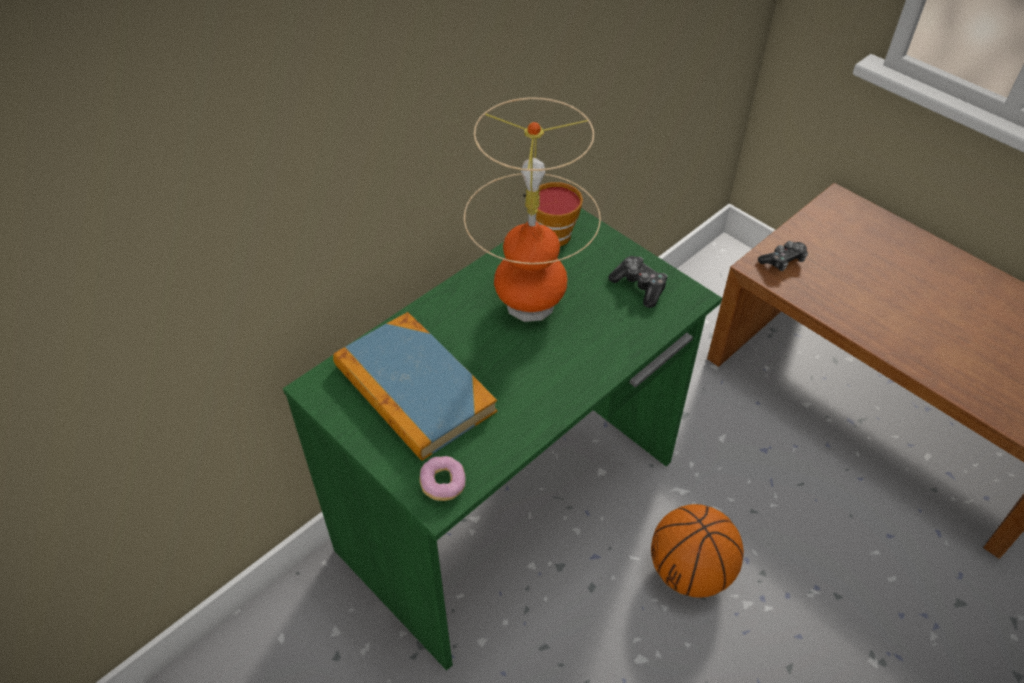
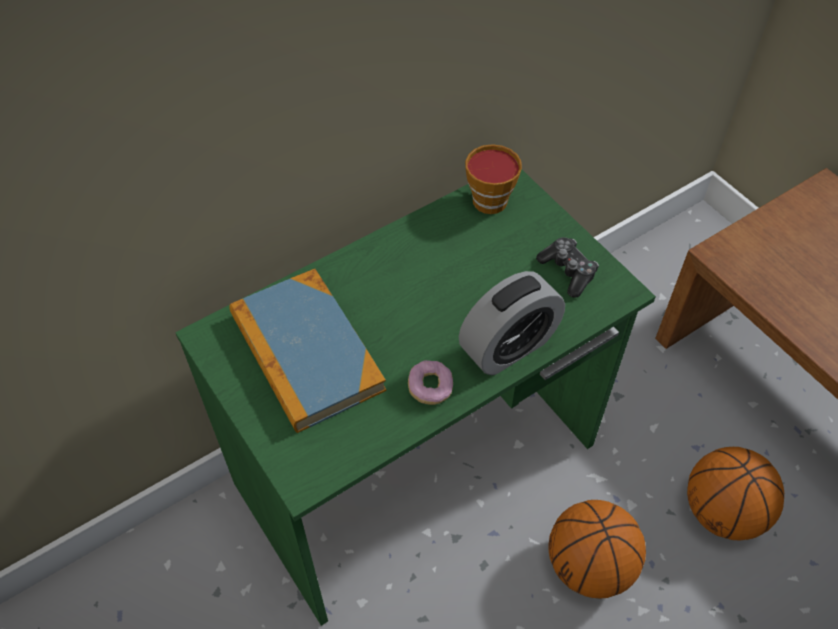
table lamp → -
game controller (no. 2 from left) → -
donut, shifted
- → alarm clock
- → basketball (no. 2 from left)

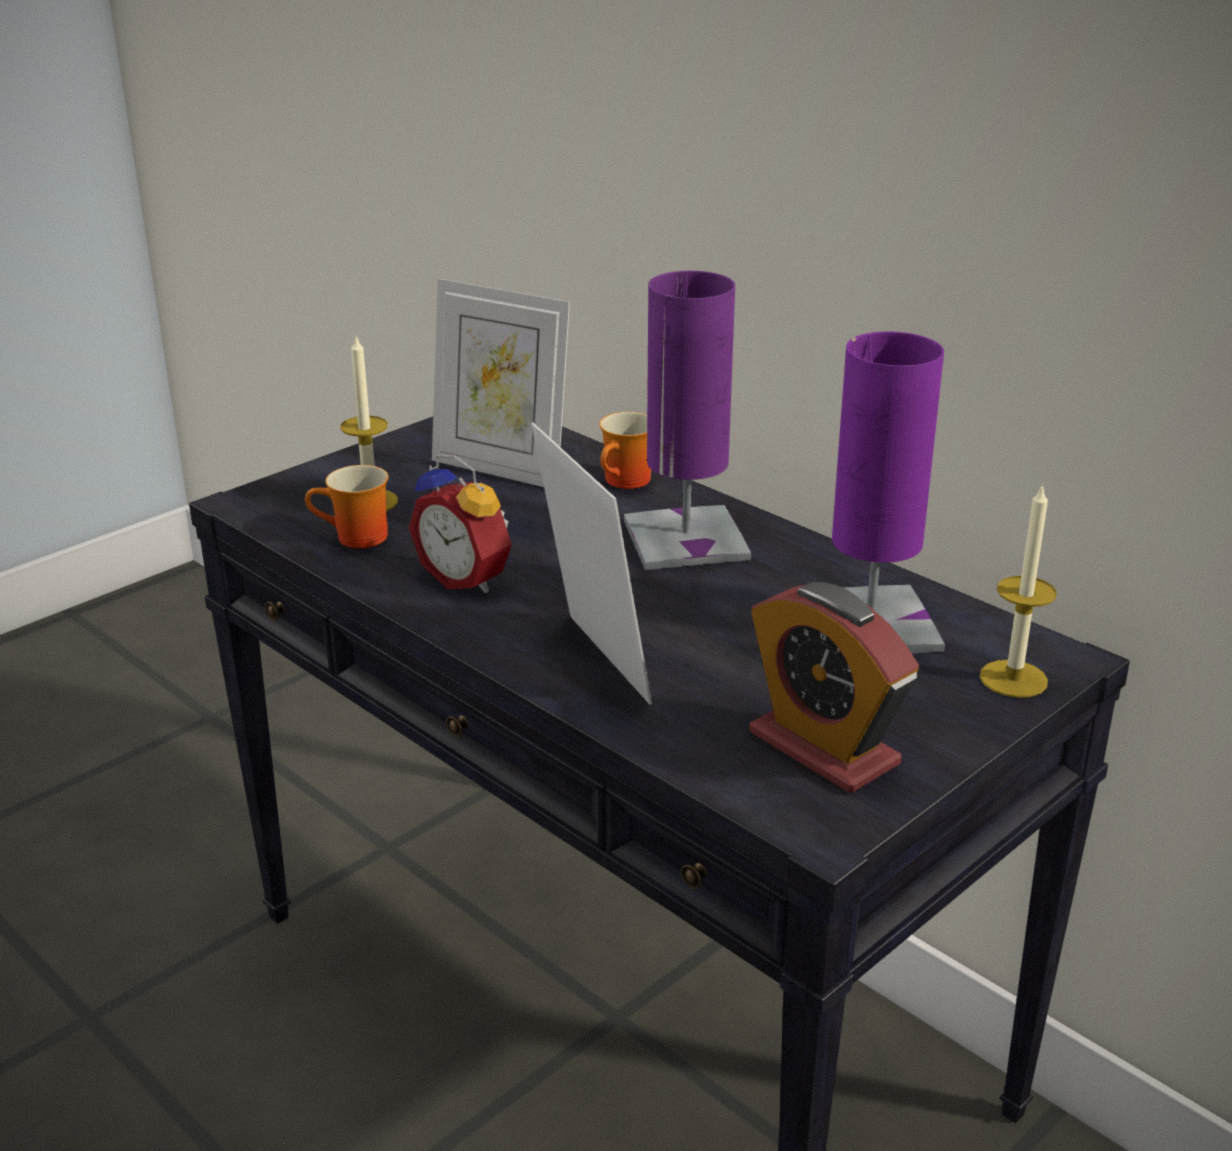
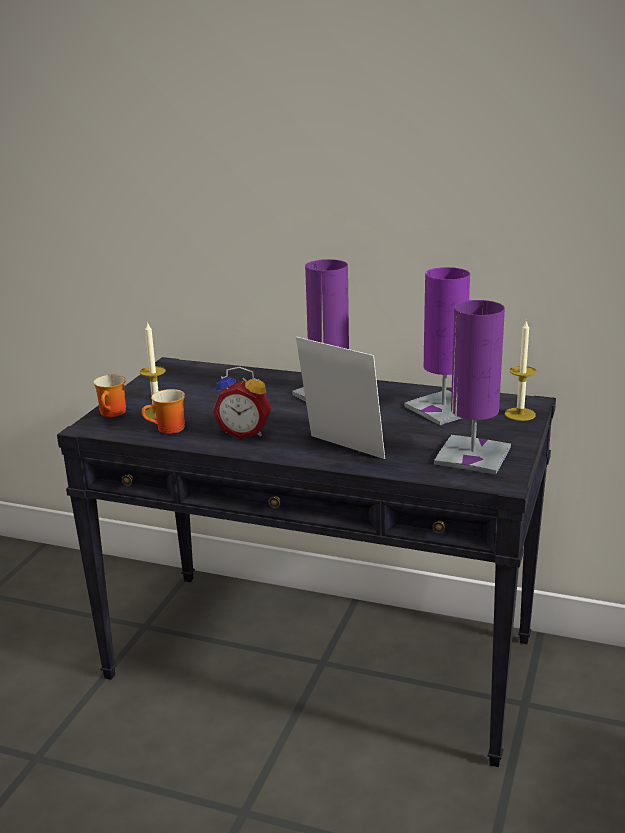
picture frame (no. 1 from left) → -
mug (no. 2 from left in the first image) → mug (no. 1 from left), shifted
alarm clock (no. 2 from left) → table lamp (purple) (no. 3 from left)

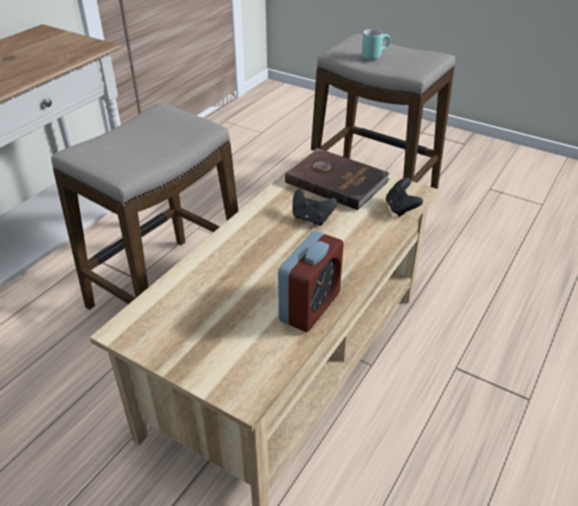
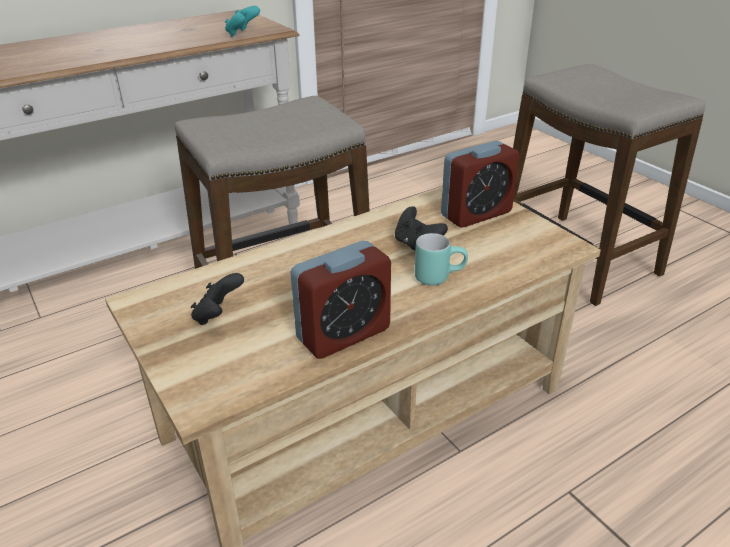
mug (turquoise), shifted
book (brown) → alarm clock (no. 2 from left)
game controller (black) (no. 2 from left in the first image) → game controller (black) (no. 1 from left), shifted
- → game controller (turquoise)

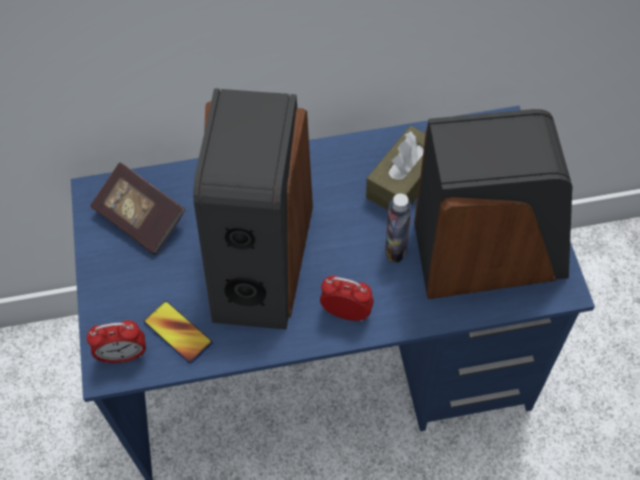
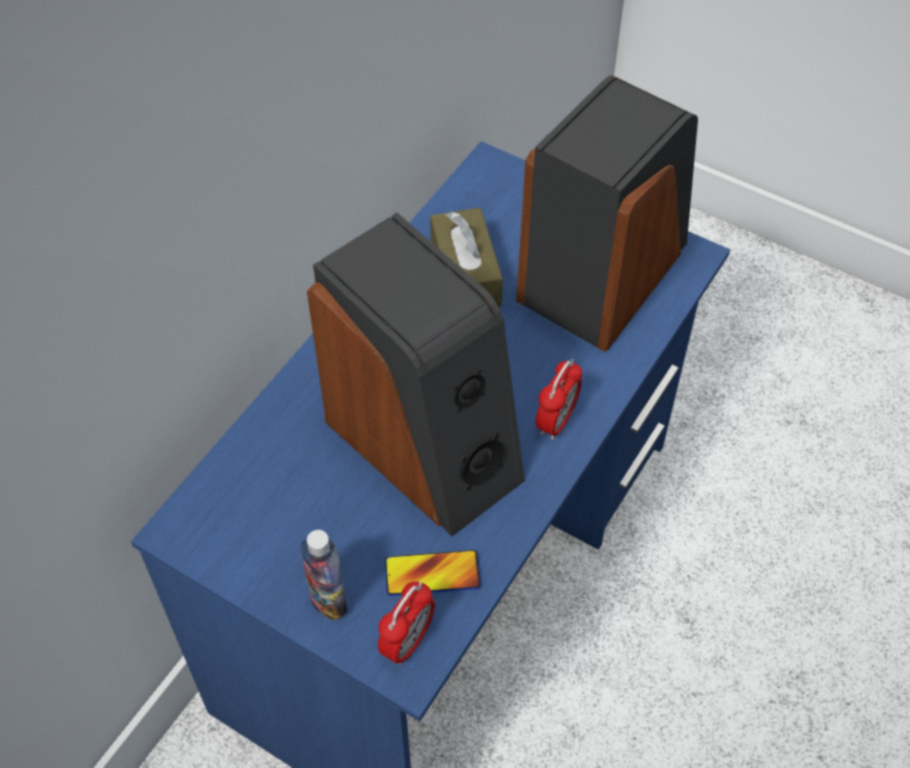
book → -
bottle, shifted
alarm clock (no. 2 from left), 150 degrees clockwise

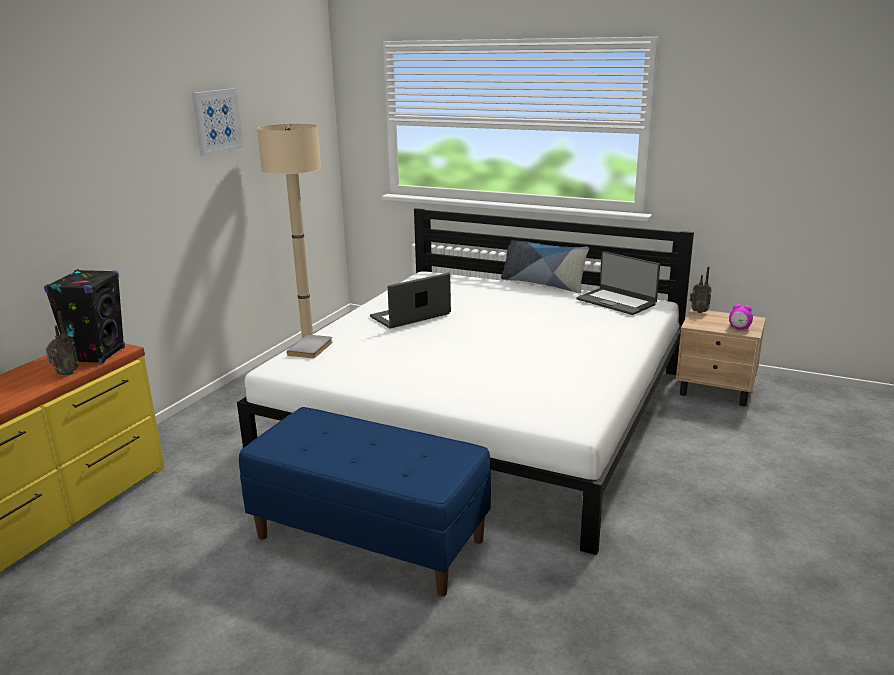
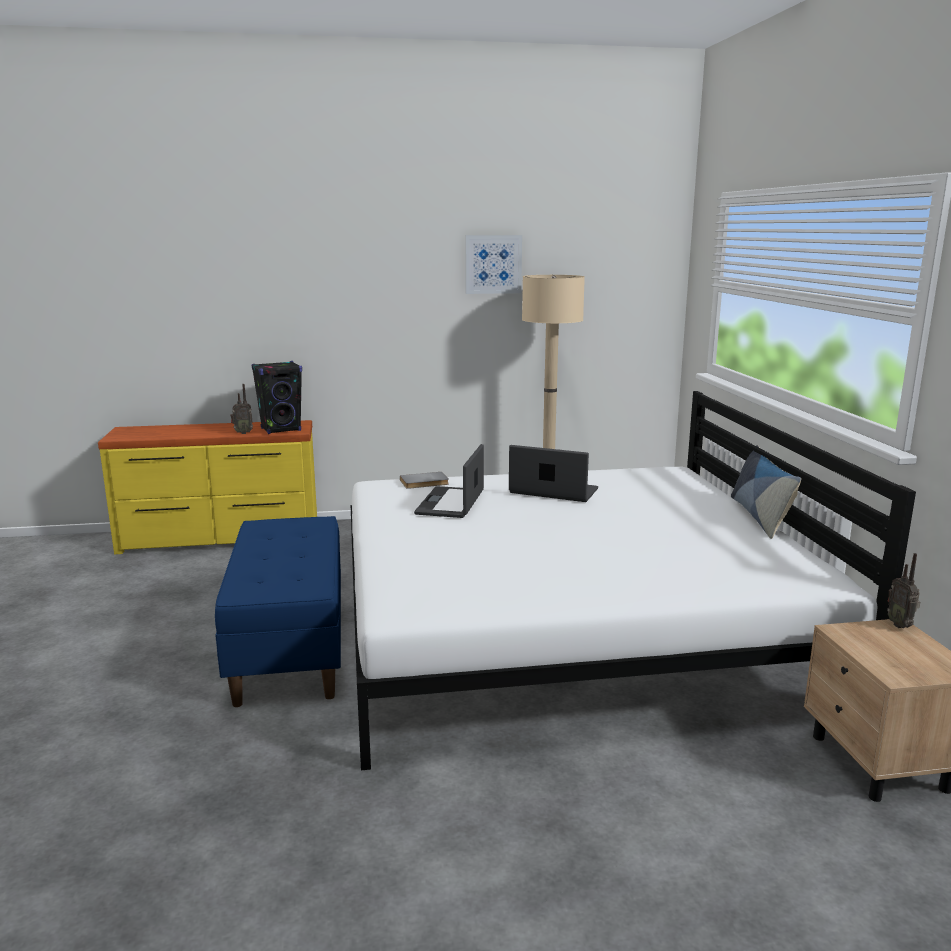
laptop (no. 2 from left in the first image) → laptop (no. 1 from left), shifted
alarm clock → -

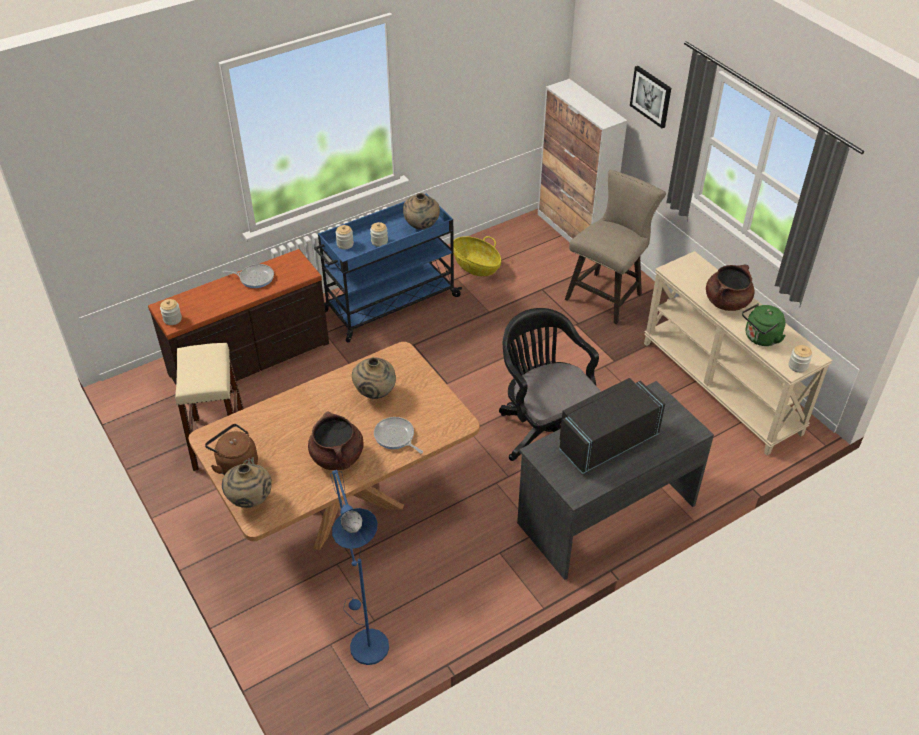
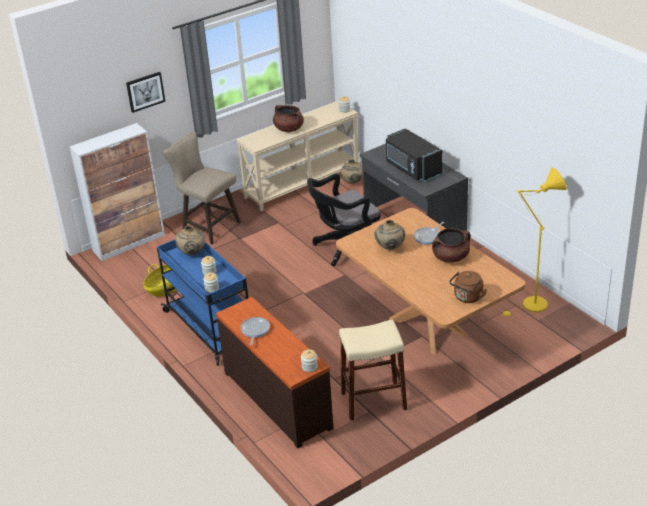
kettle (green) → -
vase (beige) (no. 1 from left in the first image) → vase (beige) (no. 2 from left), shifted
floor lamp (blue) → floor lamp (yellow)

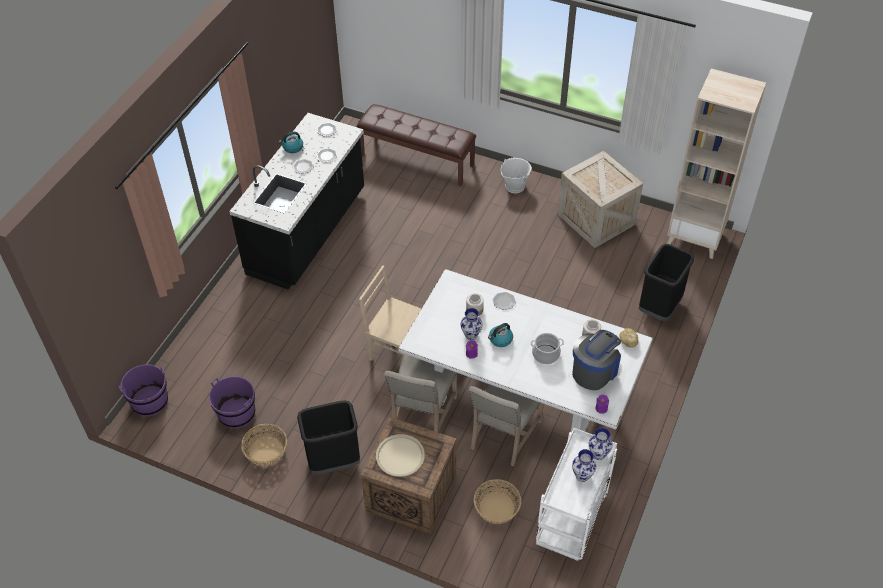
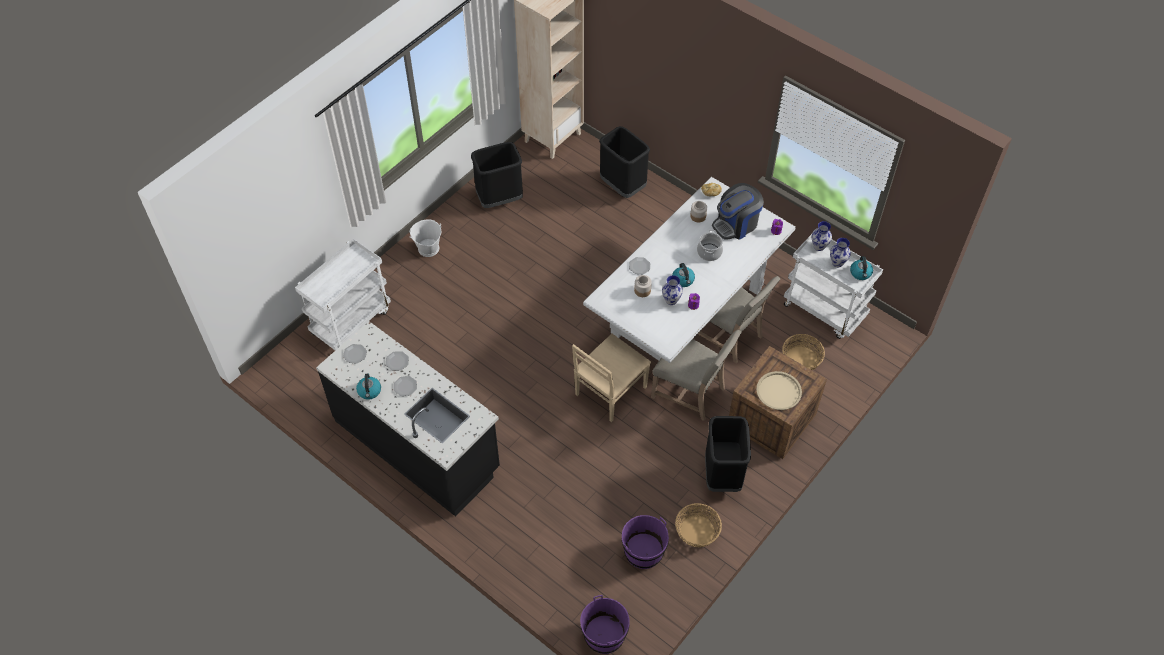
bench (brown) → cart (white) (no. 1 from left)
crate (no. 2 from left) → trash can (black) (no. 1 from left)
coffee machine, 90 degrees counterclockwise
- → kettle (no. 3 from left)

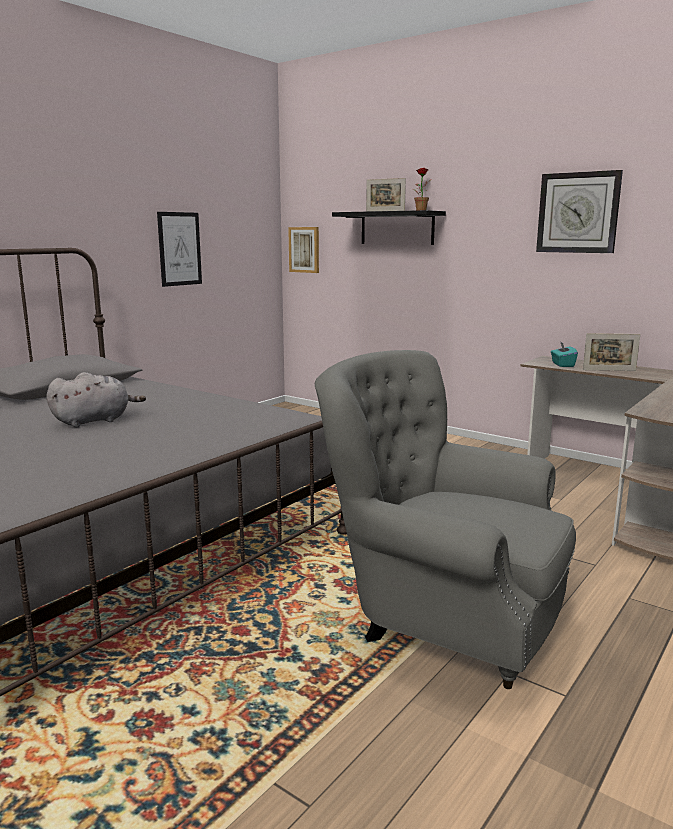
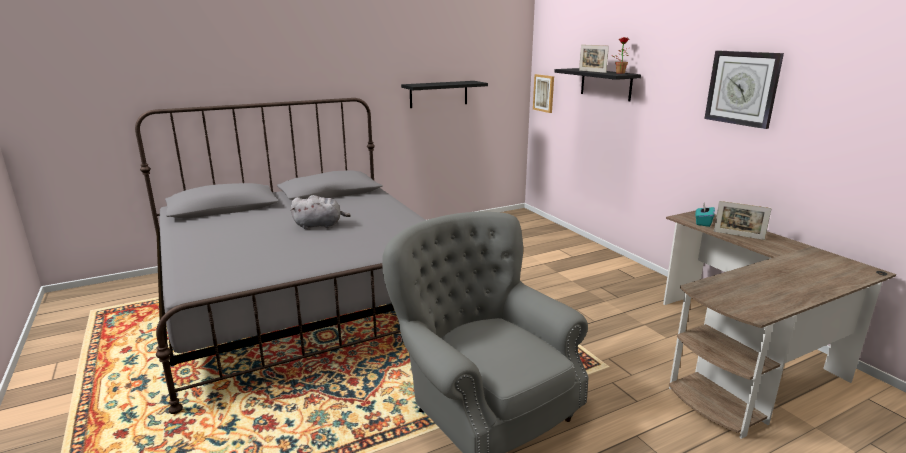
picture (no. 1 from left) → shelf (black) (no. 1 from left)

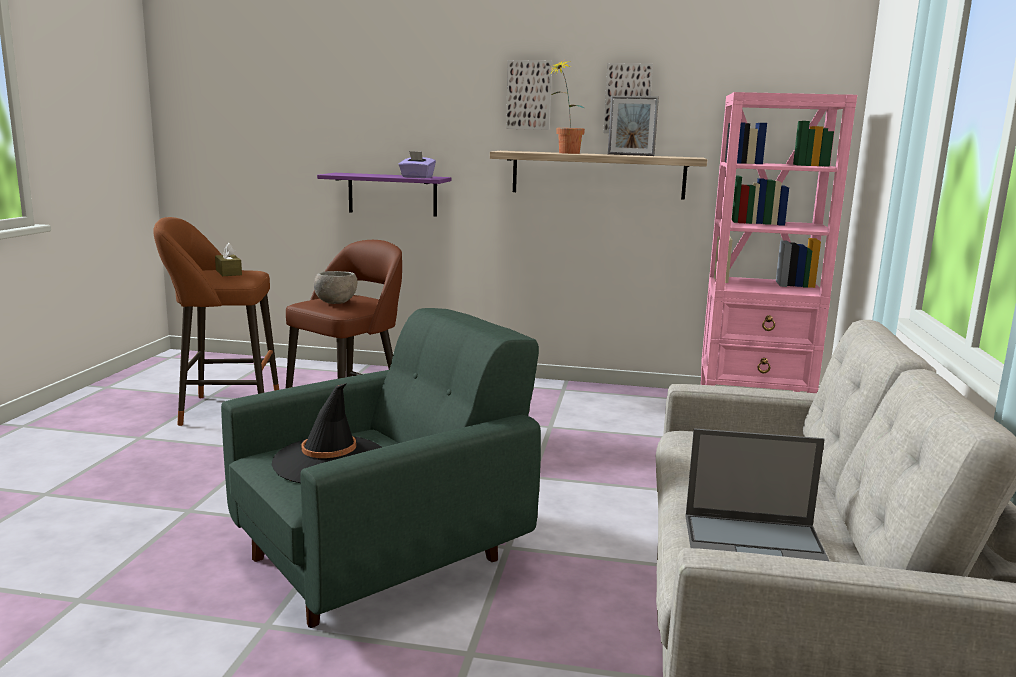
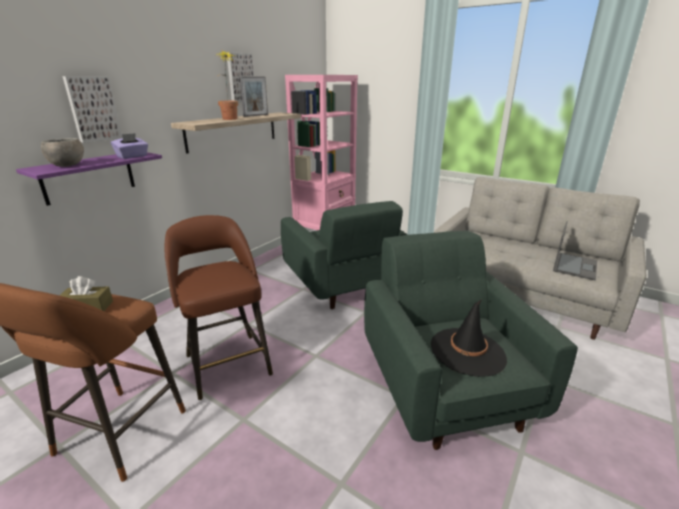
picture (no. 1 from left), shifted
bowl (grey), shifted
- → armchair (green) (no. 1 from left)

